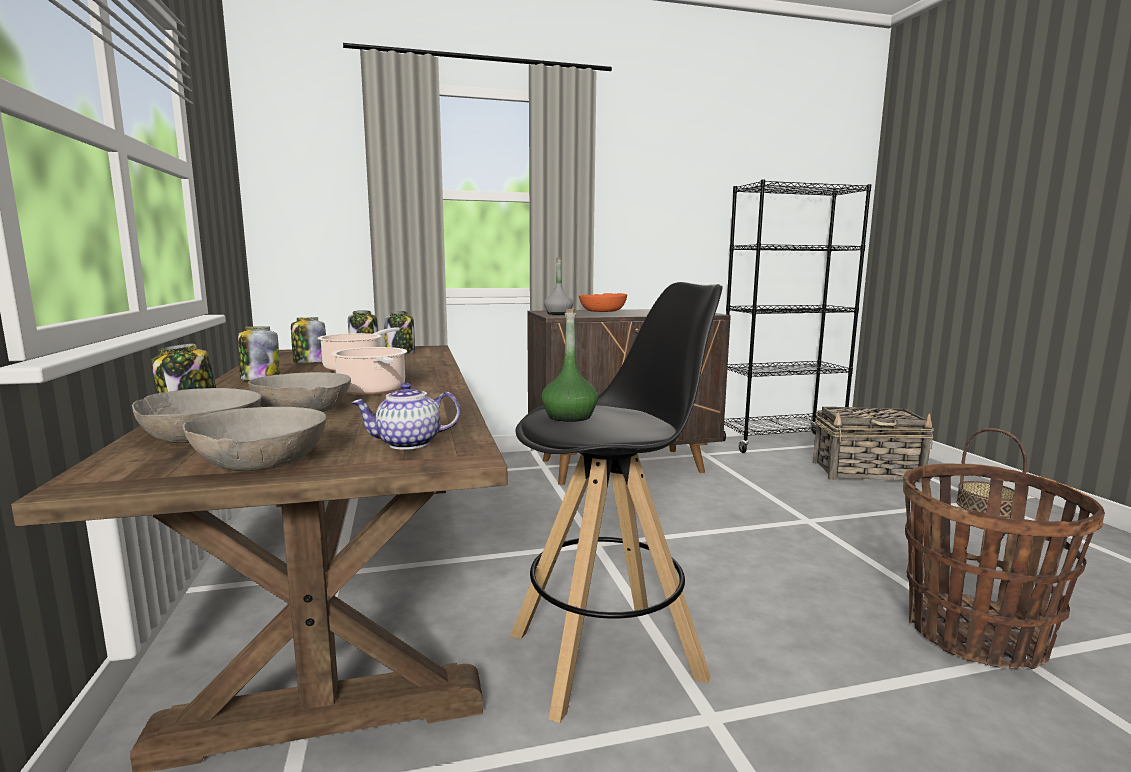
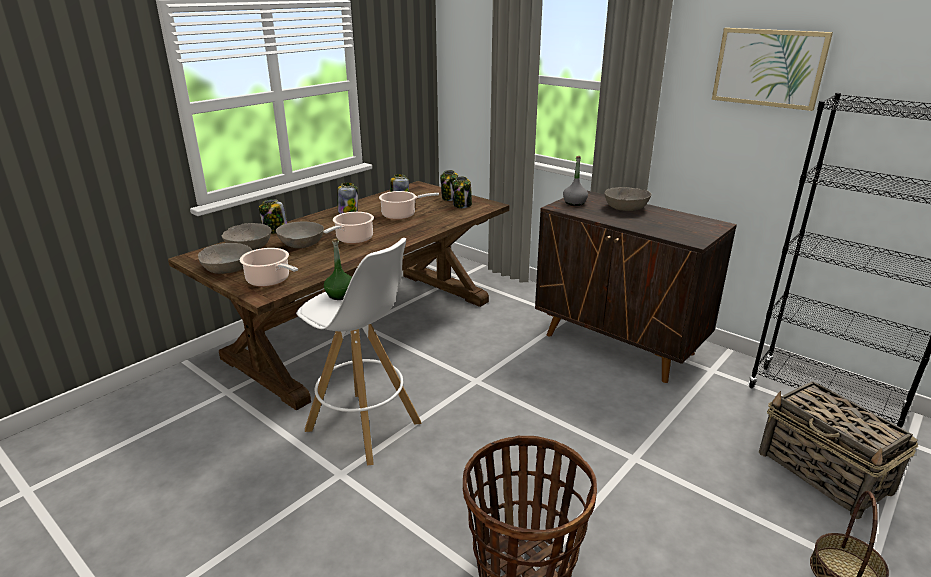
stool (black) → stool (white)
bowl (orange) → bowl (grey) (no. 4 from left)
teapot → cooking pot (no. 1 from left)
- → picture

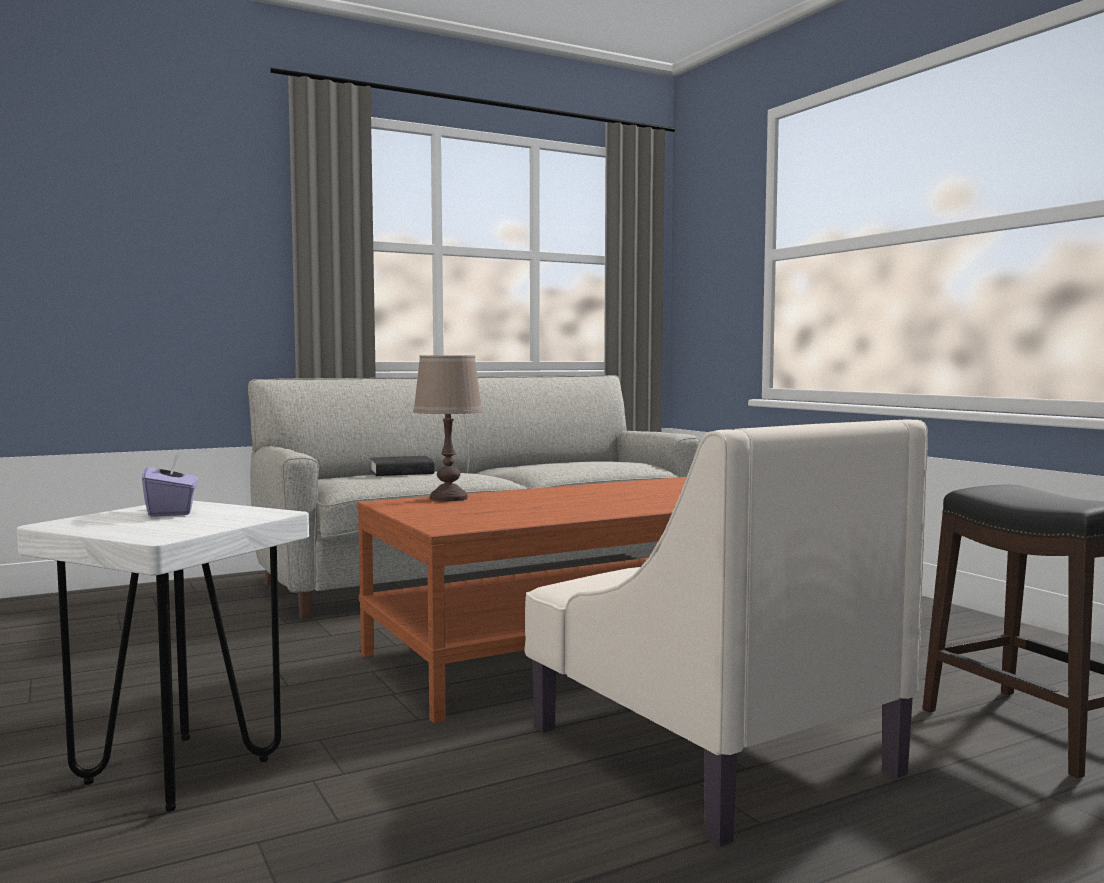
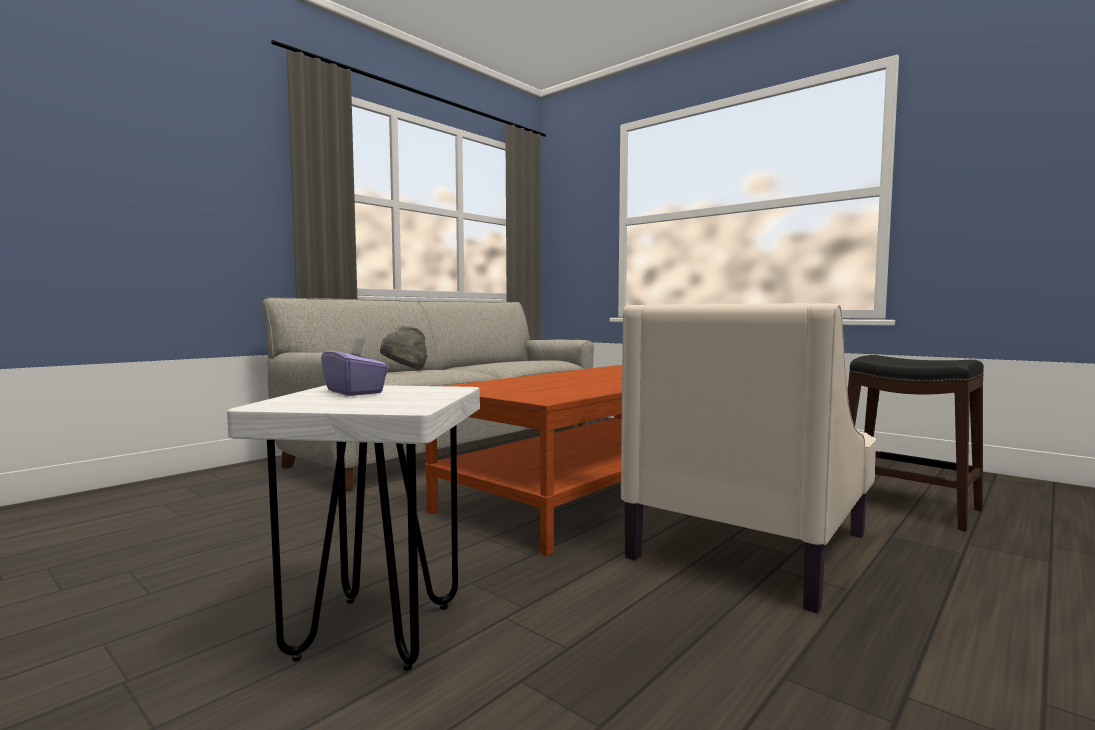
table lamp (brown) → -
armchair (beige), 90 degrees clockwise
book (black) → hat (grey)

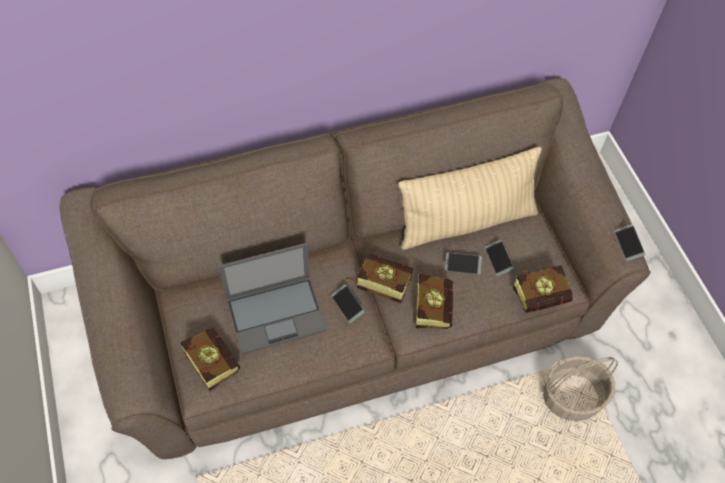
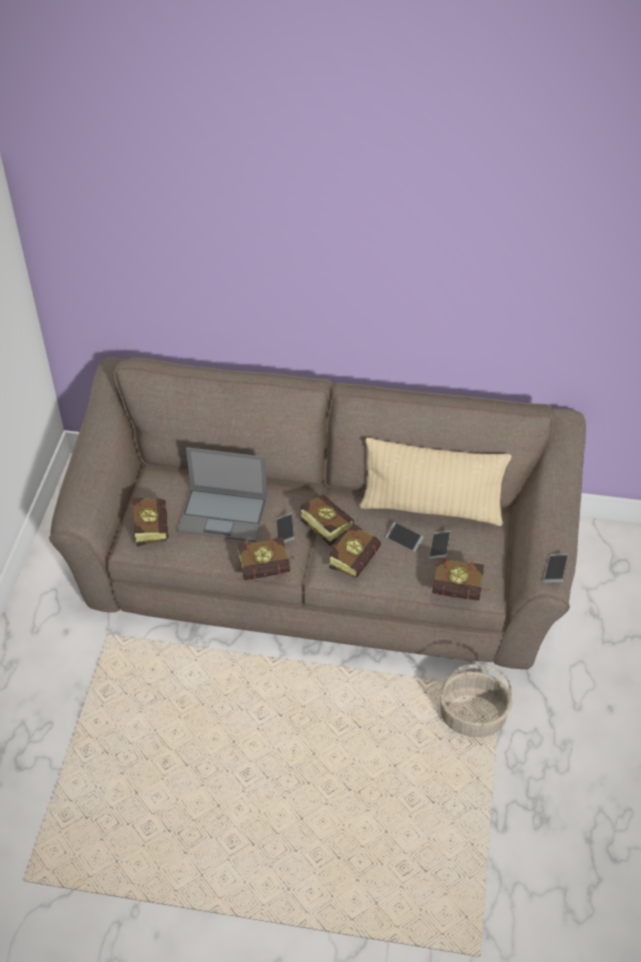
- → book (no. 2 from left)

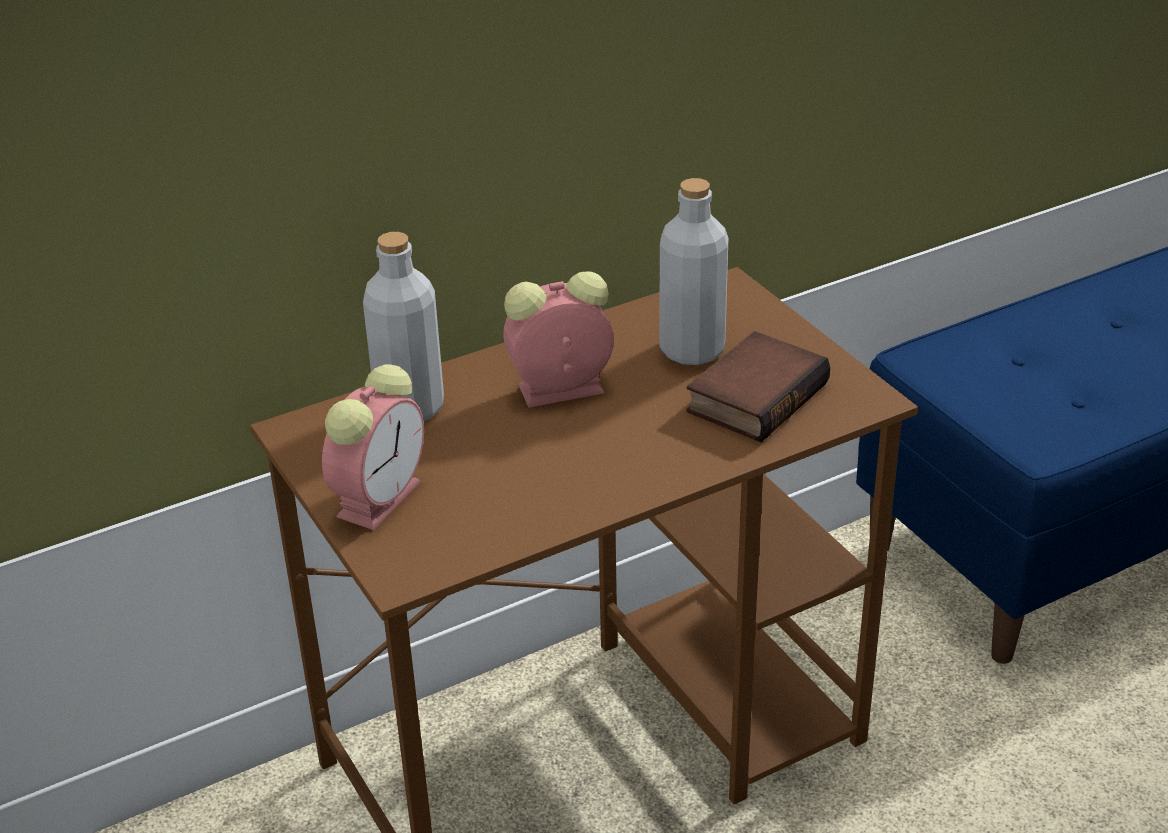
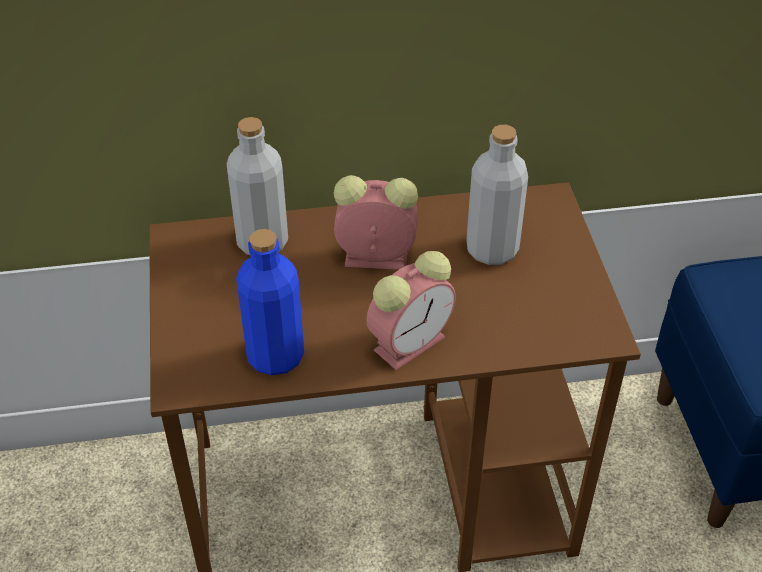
book → -
alarm clock (no. 1 from left in the first image) → alarm clock (no. 2 from left), shifted
- → bottle (blue)

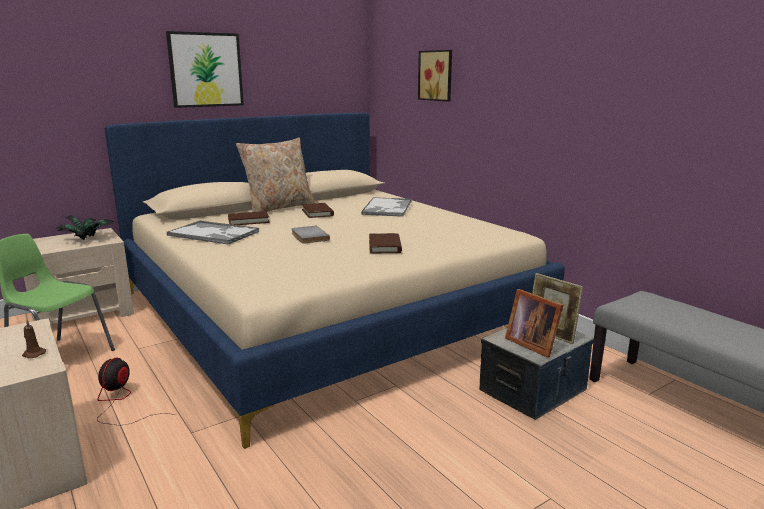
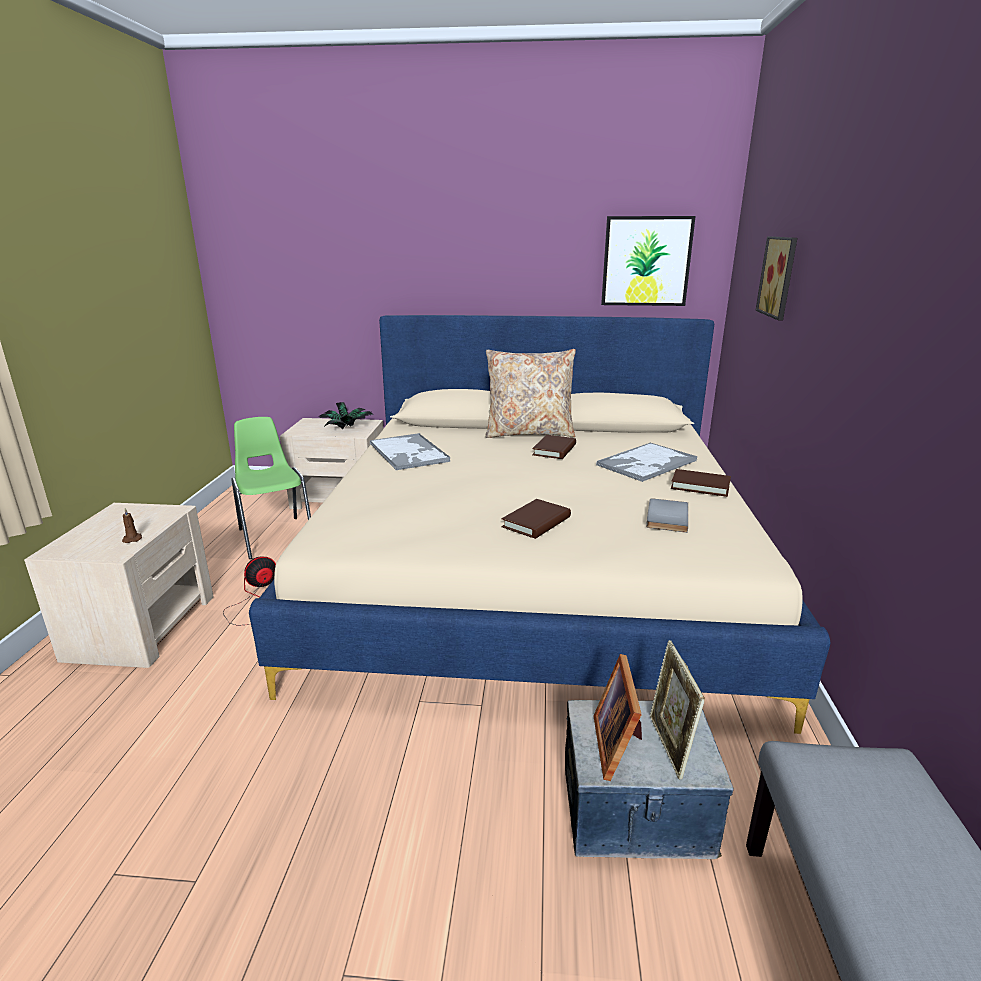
picture (no. 1 from left), shifted
book (brown) (no. 1 from left in the first image) → book (brown) (no. 3 from left), shifted
book (grey), shifted

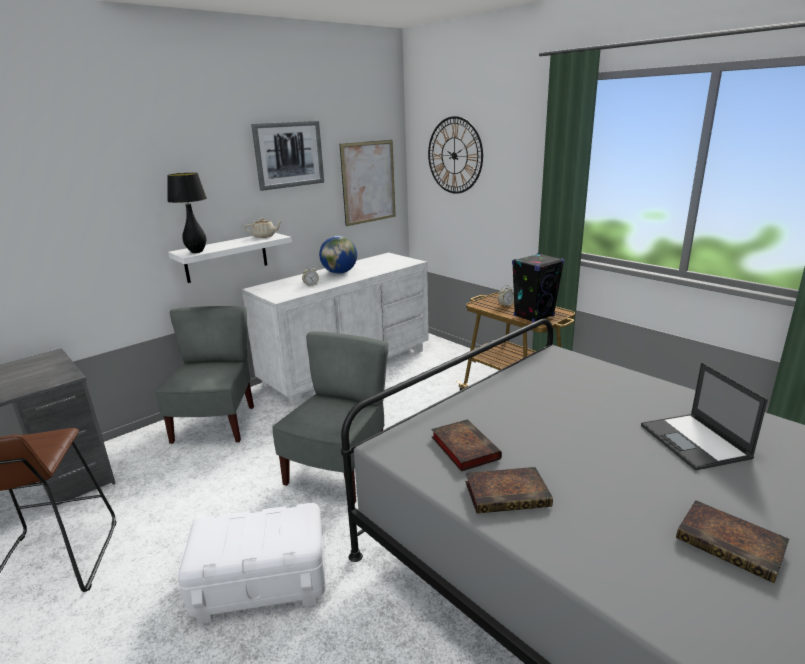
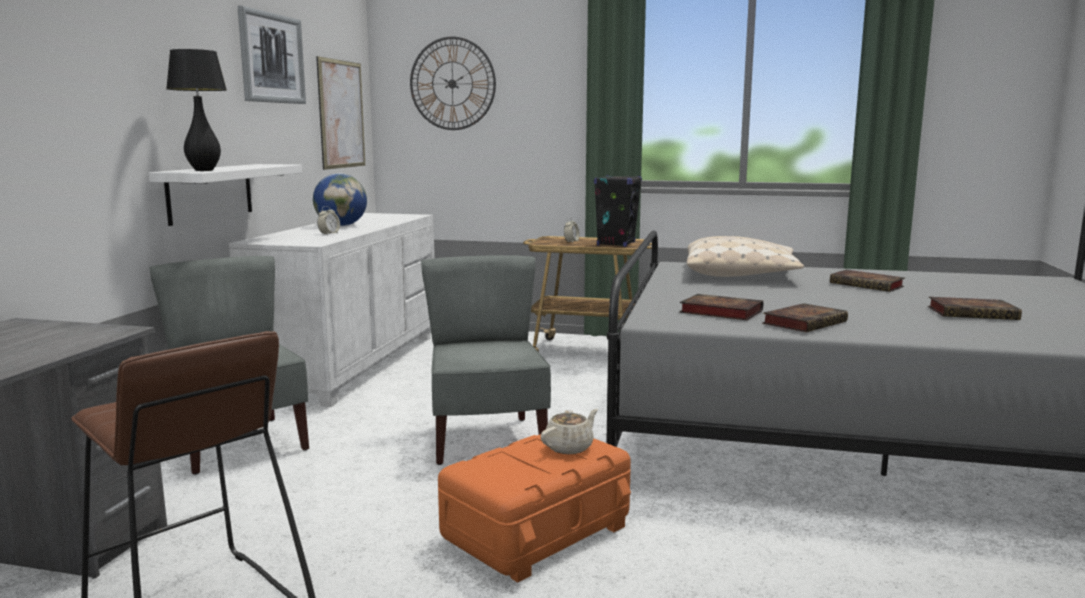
teapot (beige), shifted
laptop → book (no. 3 from left)
storage box (white) → storage box (orange)
- → pillow (beige)

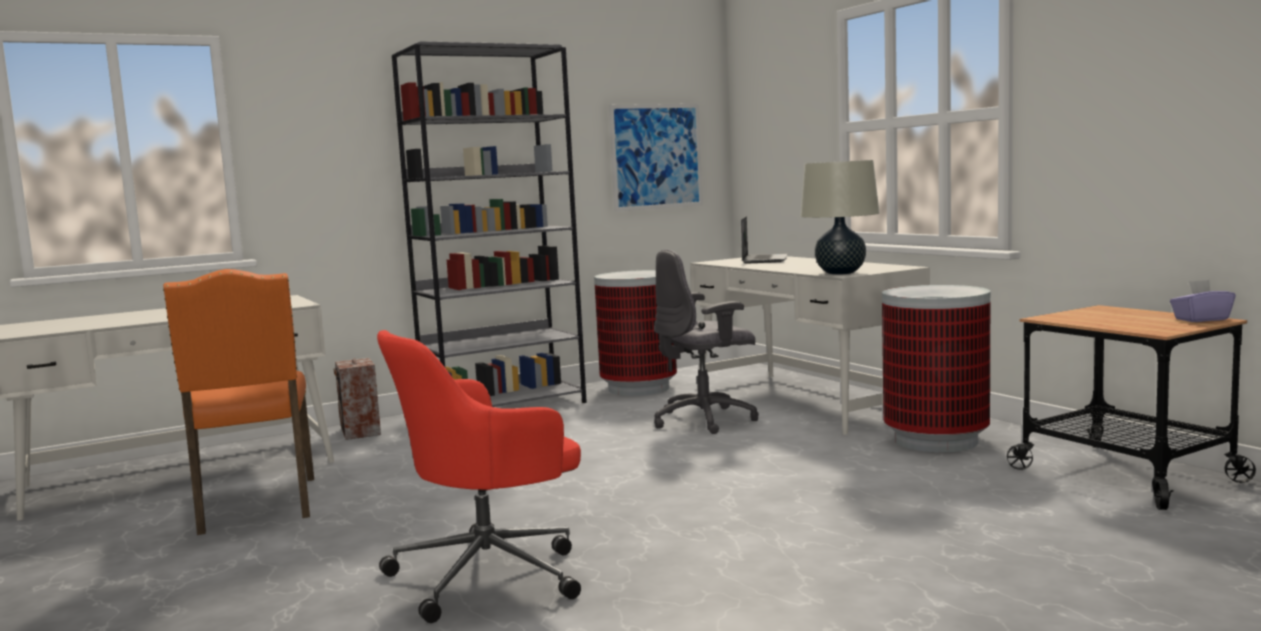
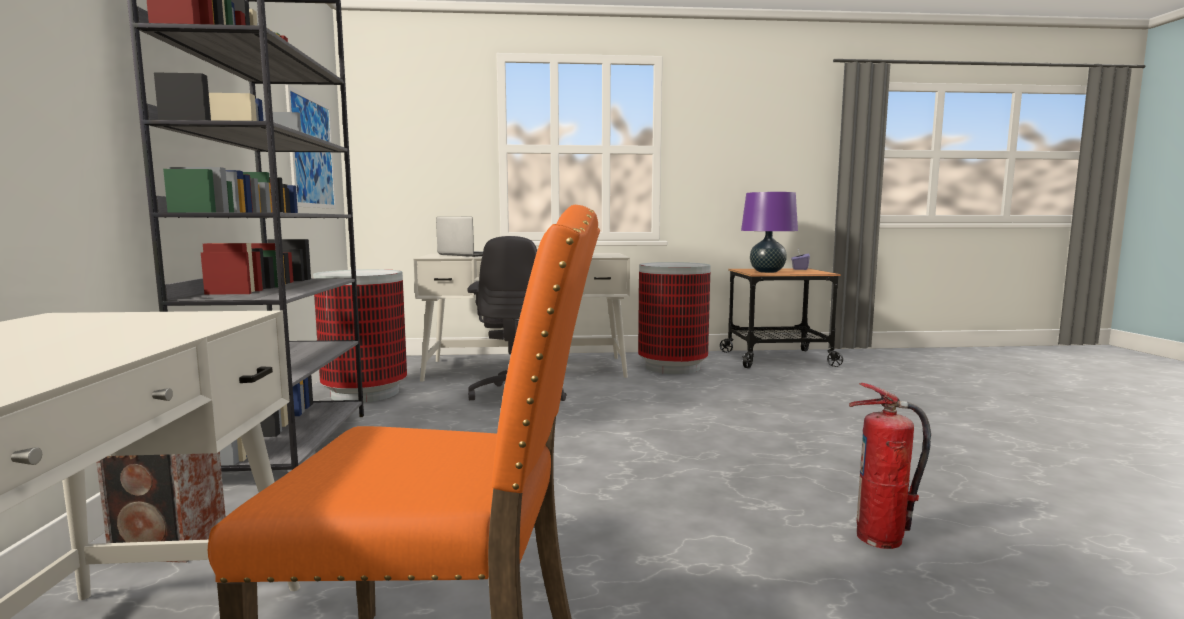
table lamp (beige) → -
office chair (red) → fire extinguisher
- → table lamp (purple)

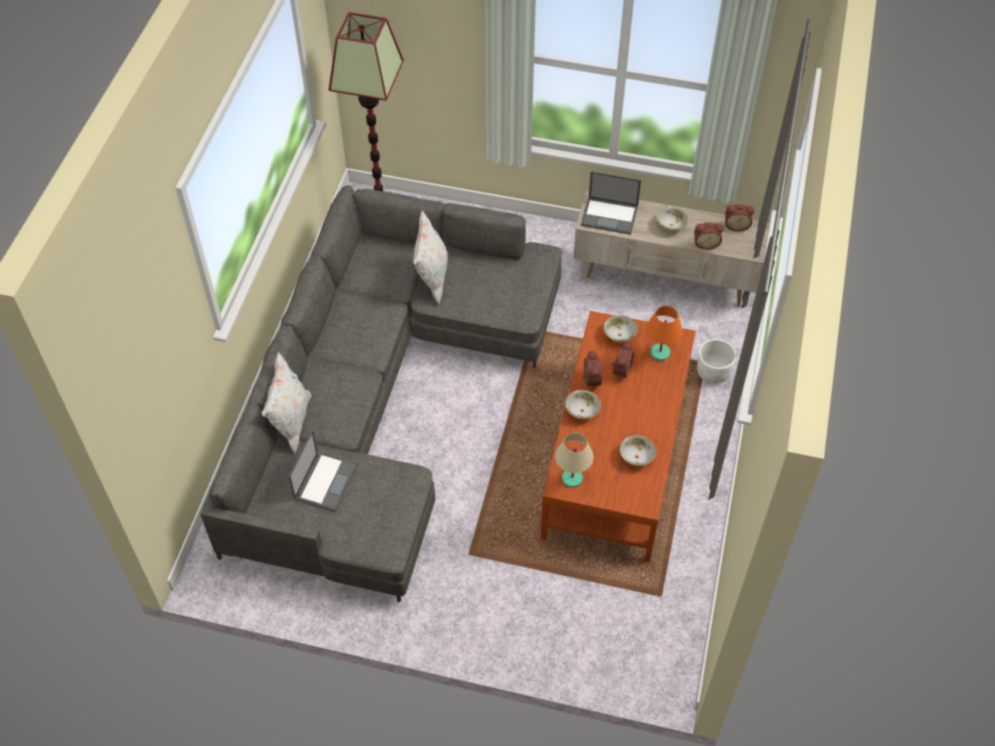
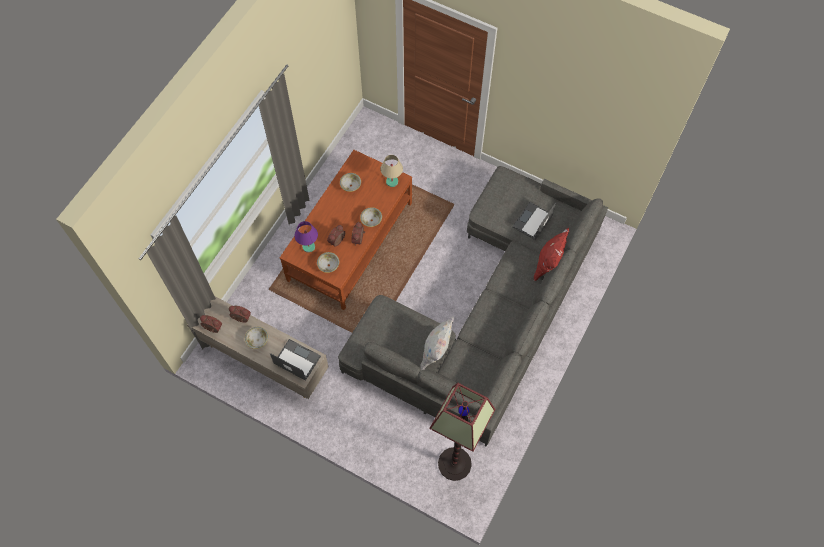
table lamp (orange) → table lamp (purple)
planter (white) → -
pillow (white) (no. 1 from left) → pillow (red)

